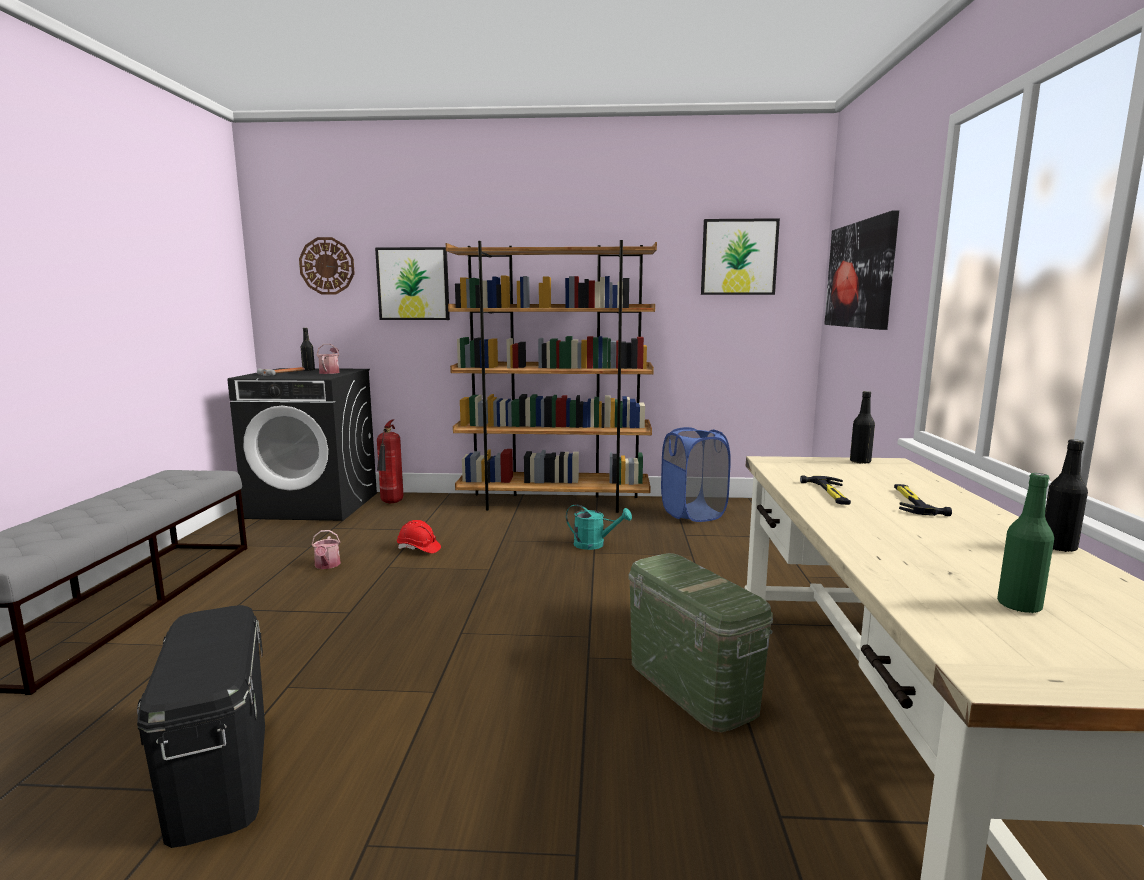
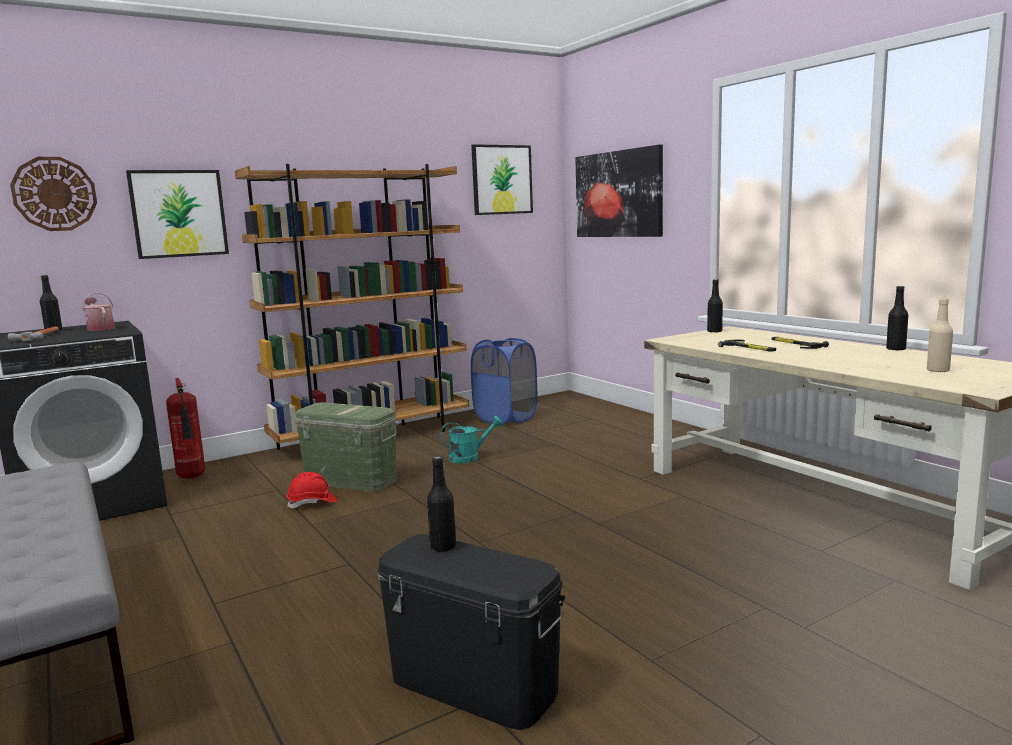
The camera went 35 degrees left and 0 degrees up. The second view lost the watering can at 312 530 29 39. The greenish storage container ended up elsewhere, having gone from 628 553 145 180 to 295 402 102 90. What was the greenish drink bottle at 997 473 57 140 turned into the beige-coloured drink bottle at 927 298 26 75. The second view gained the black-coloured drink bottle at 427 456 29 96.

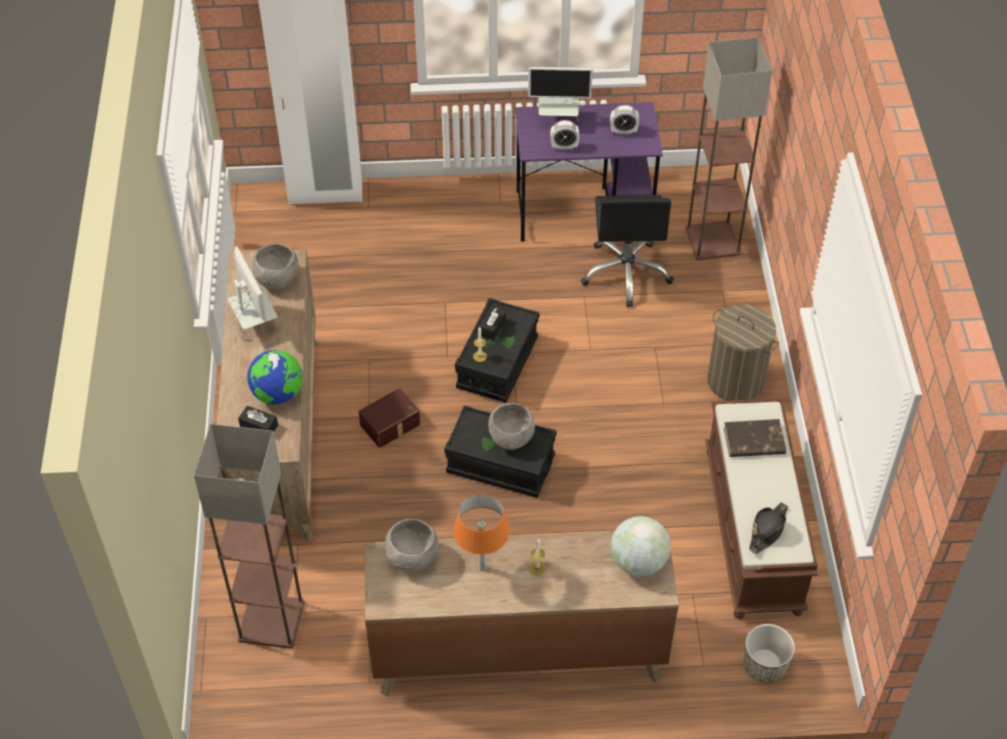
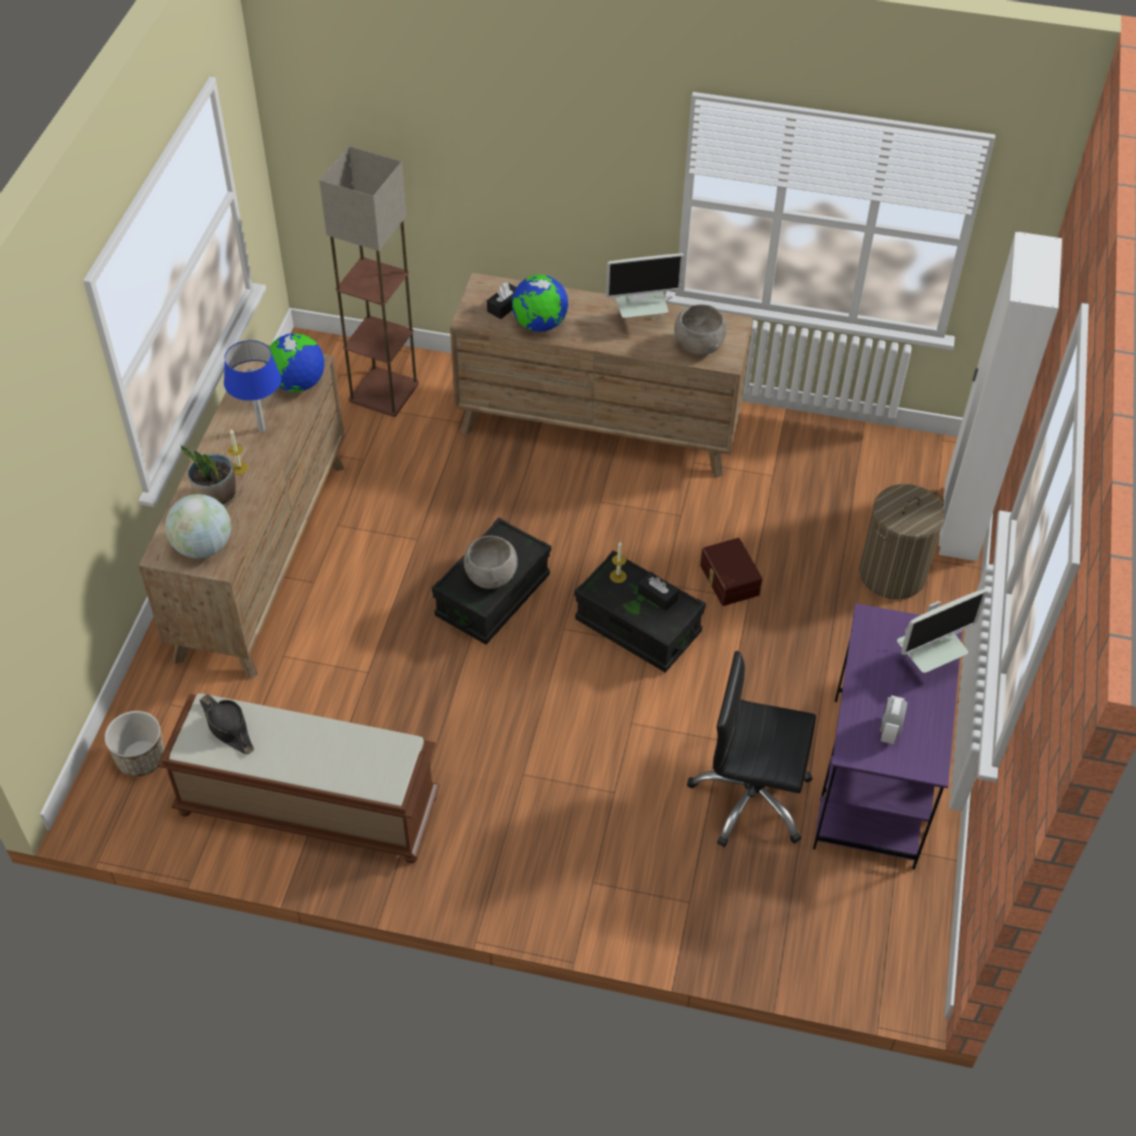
The camera went 105 degrees right and 0 degrees up. The brown storage container ended up elsewhere, having gone from 359 388 61 60 to 700 538 62 68. Where the gray bowl stood at 385 519 54 53, the desk globe came to stand at 265 333 59 60. What was the orange-coloured lamp for a table at 453 493 57 78 turned into the blue lamp for a table at 224 340 57 92. The monitor at 528 67 65 54 ended up facing another way, 135 degrees counterclockwise from before. The second view lost the table clock at 550 120 29 30. The second view lost the floor lamp at 686 37 87 223. The washing basket ended up elsewhere, having gone from 707 304 72 97 to 859 484 86 115. The second view lost the brown volume at 723 419 63 38. The second view gained the potted plant at 181 445 55 61.

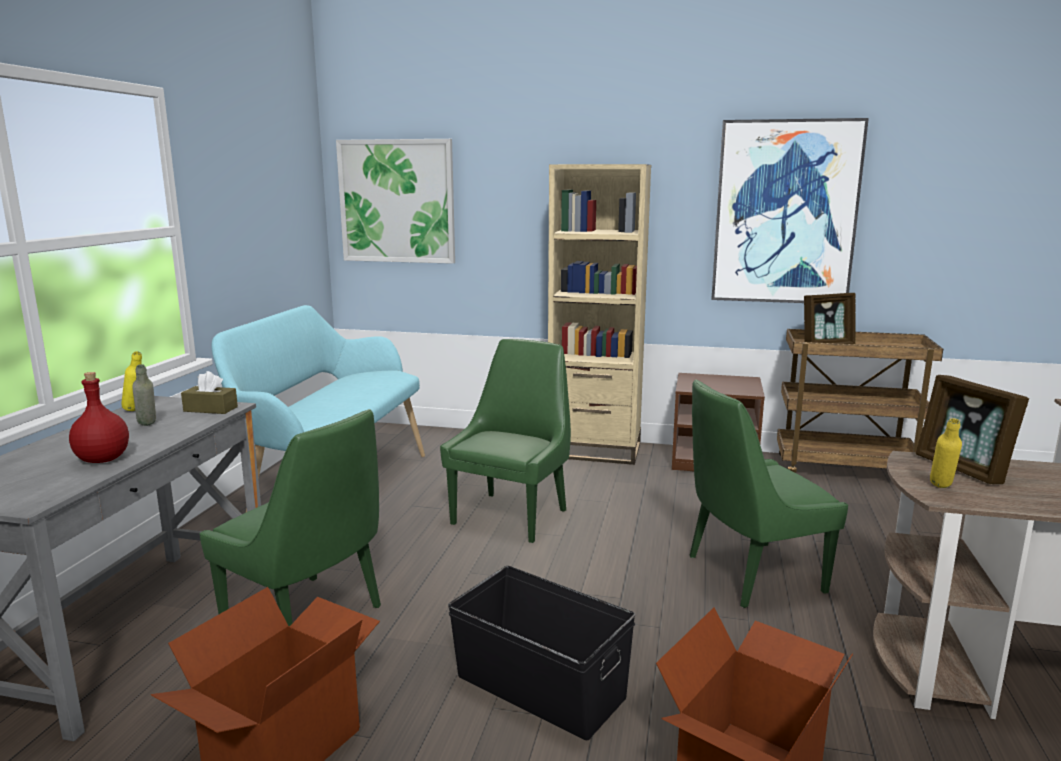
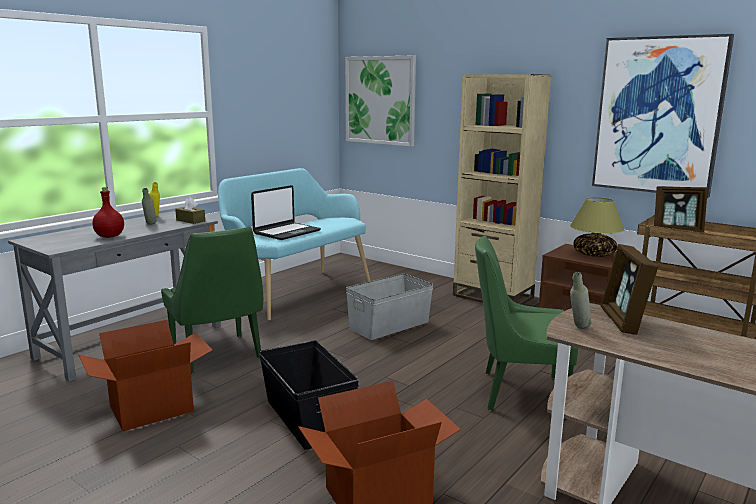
The camera went 25 degrees right and 0 degrees up. Where the greenish upright chair stood at 440 339 131 204, the gray storage container came to stand at 346 273 87 67. What was the yellow drink bottle at 930 418 32 70 turned into the gray drink bottle at 570 272 21 57. The second view gained the notebook computer at 251 185 70 55. The second view gained the lamp for a table at 570 197 55 60.

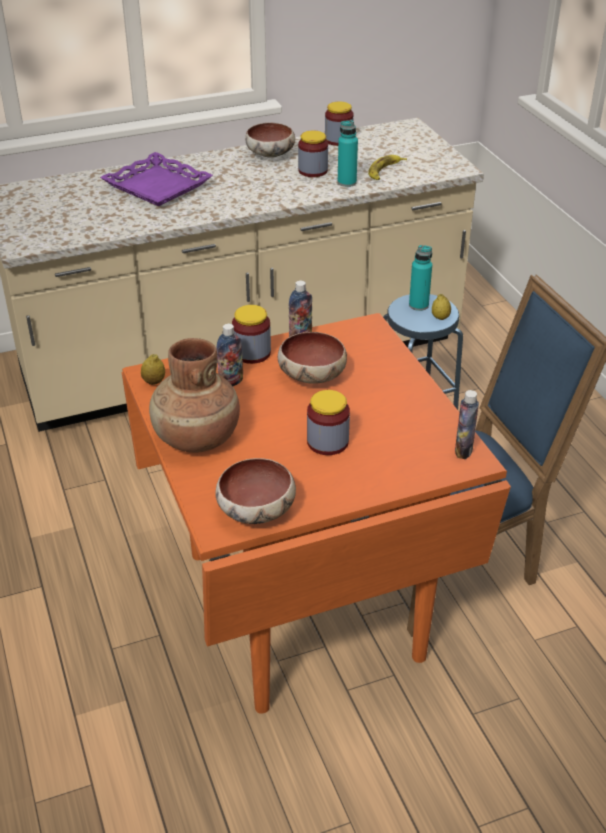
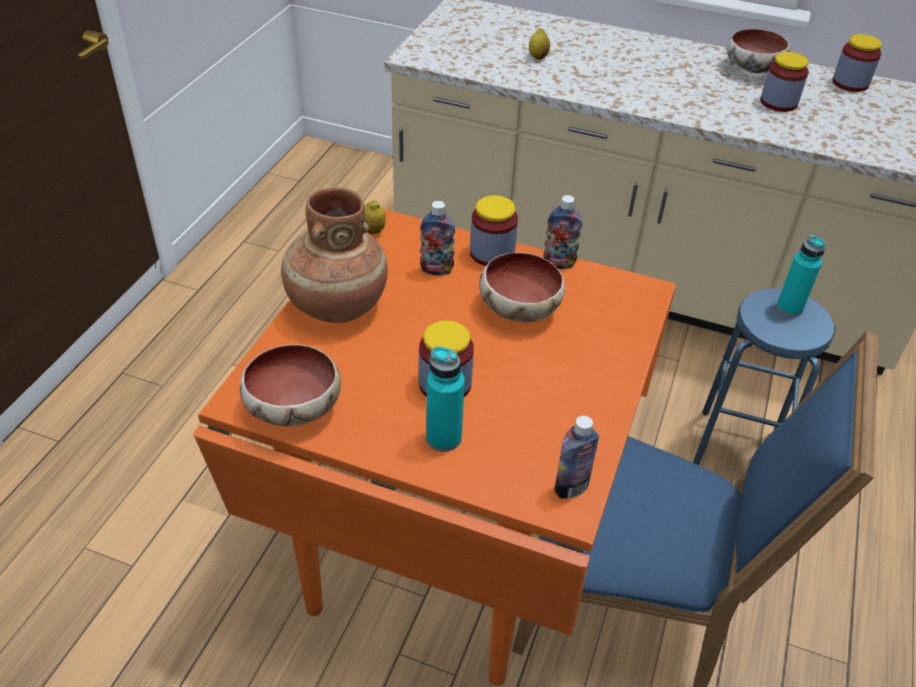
The camera went 40 degrees right and 5 degrees up. The second view lost the purple serving tray at 100 152 113 54. The turquoise drink bottle ended up elsewhere, having gone from 338 120 20 67 to 426 346 39 106. The second view lost the banana fruit at 368 155 39 25. The whole lemon ended up elsewhere, having gone from 432 294 19 26 to 529 28 21 32.

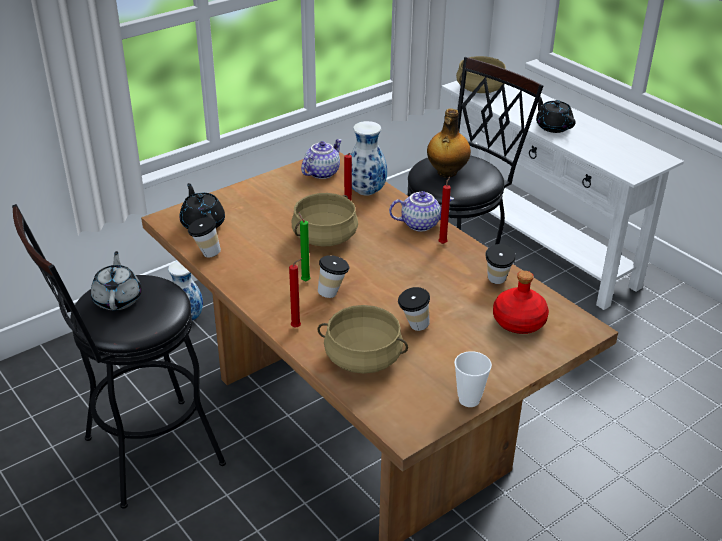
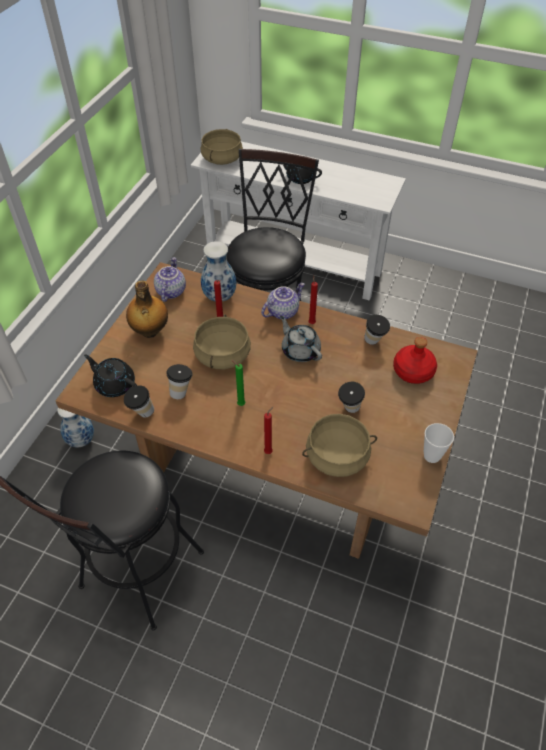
The camera went 30 degrees left and 15 degrees up. The gray pot for tea ended up elsewhere, having gone from 91 251 51 59 to 280 316 42 46. The small cup ended up elsewhere, having gone from 318 255 31 43 to 166 364 27 35. The drink bottle ended up elsewhere, having gone from 427 109 44 69 to 126 280 42 58.

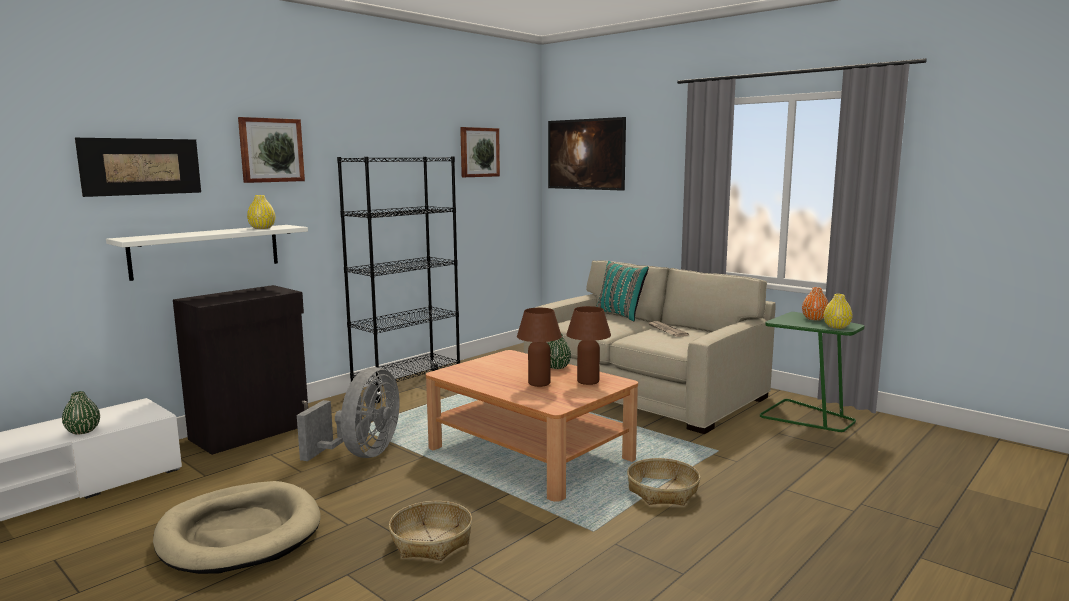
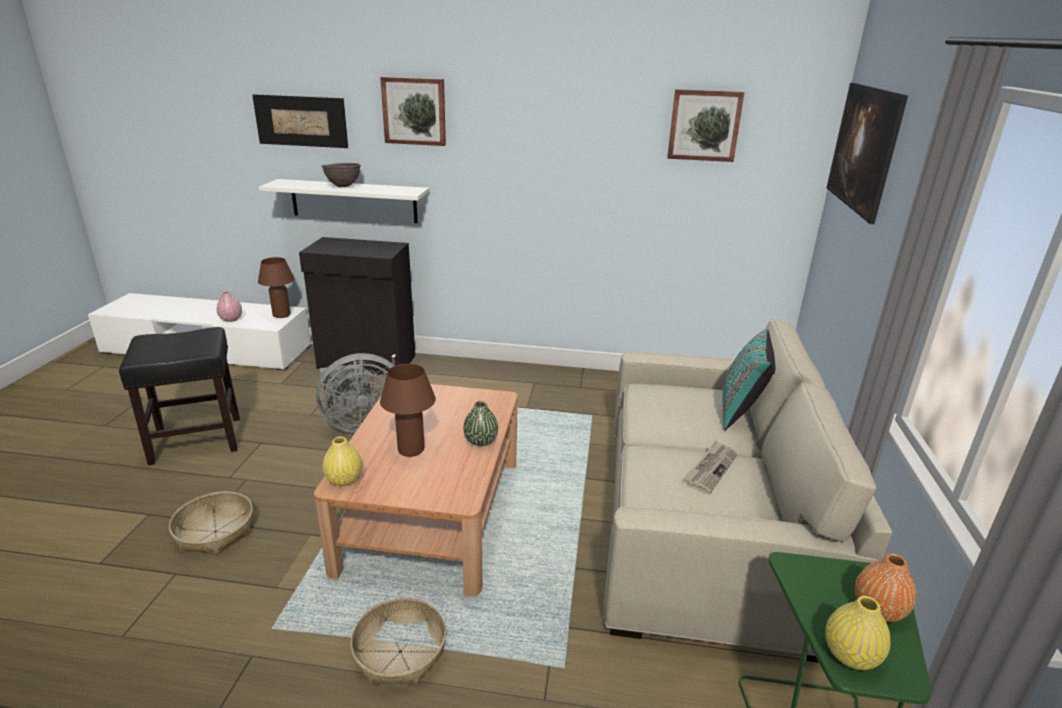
The camera went 55 degrees right and 15 degrees up. What was the greenish vase at 62 391 38 43 turned into the pinkish vase at 217 291 25 31. Where the beige-coloured dog bed stood at 153 481 168 93, the black-coloured sitting stool came to stand at 119 327 121 138. The yellow vase ended up elsewhere, having gone from 247 195 28 34 to 322 437 40 49. The second view lost the black-coloured bookshelf at 337 157 123 246. The brown lamp for a table ended up elsewhere, having gone from 566 306 45 79 to 258 257 37 61. The second view gained the brown bowl at 321 163 40 24.

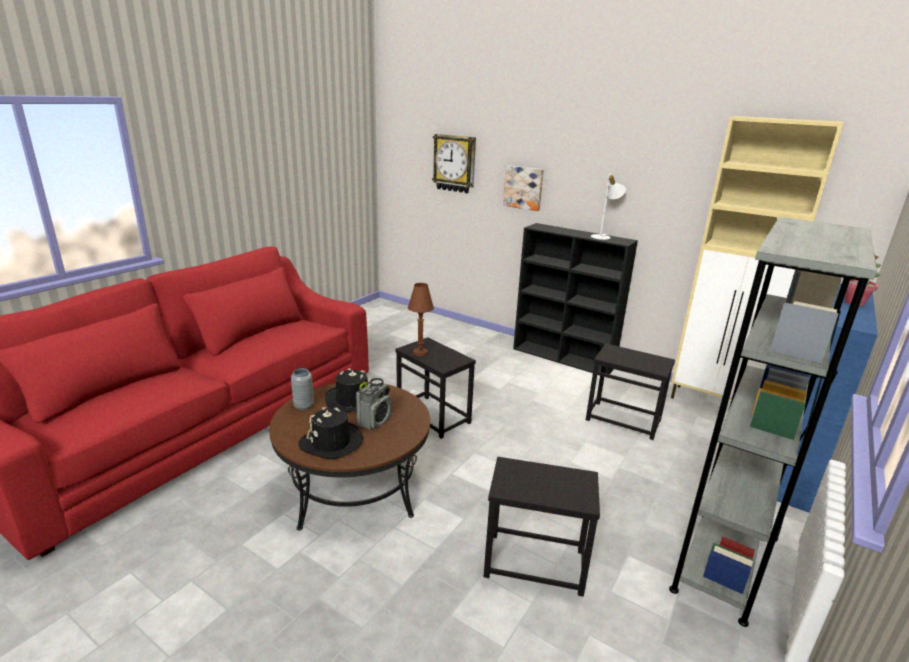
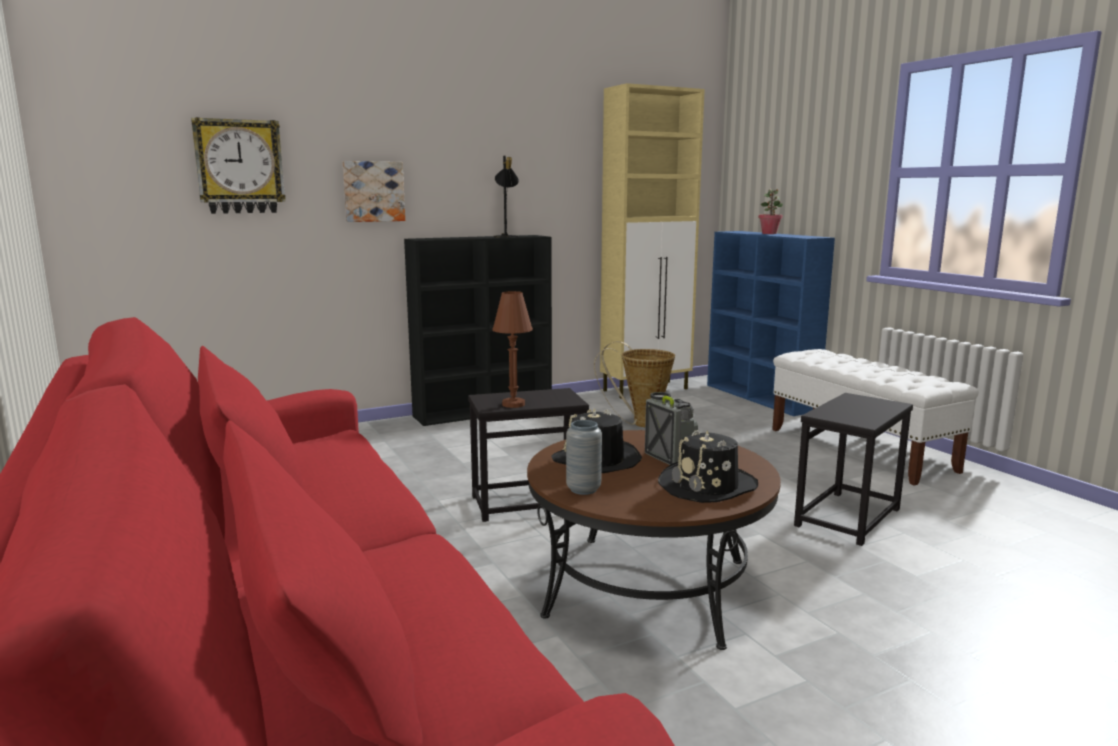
The camera went 60 degrees left and 10 degrees down. Where the black-coloured end table stood at 586 344 89 96, the storage basket came to stand at 594 341 81 86. What was the whitish lamp for a table at 591 173 35 67 turned into the black-coloured lamp for a table at 494 156 25 81. Where the gray bookshelf stood at 669 217 208 410, the whitish bench came to stand at 772 349 207 137.

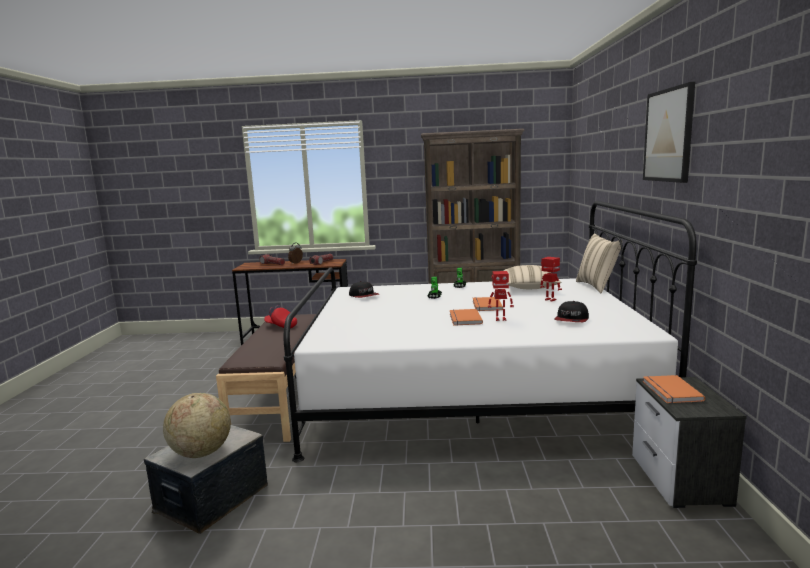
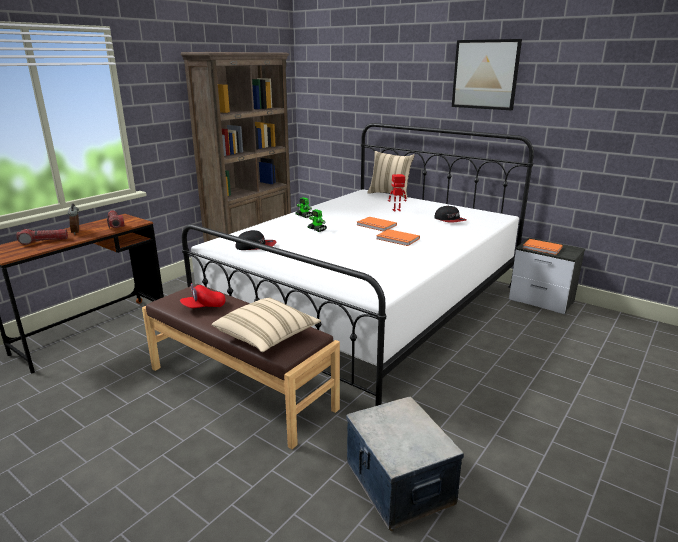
The camera went 55 degrees left and 10 degrees up. The second view lost the desk globe at 163 393 68 65. The second view lost the toy robot at 488 271 26 50. The beige-coloured pillow ended up elsewhere, having gone from 504 265 57 24 to 212 298 109 54.

